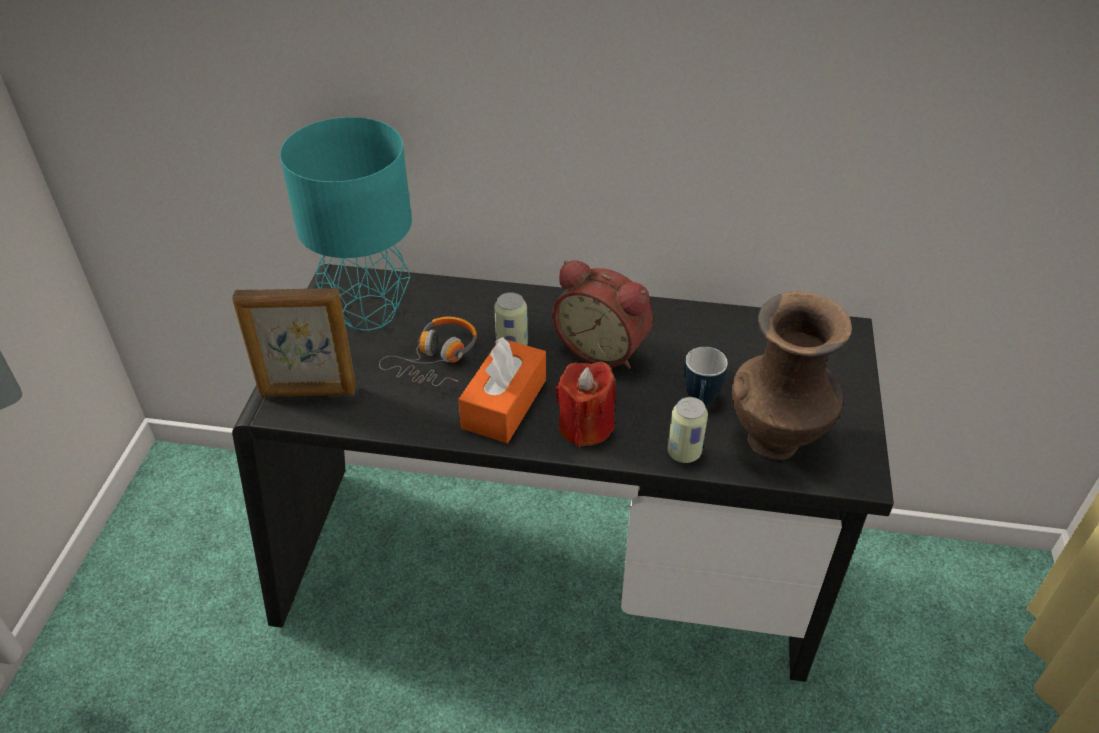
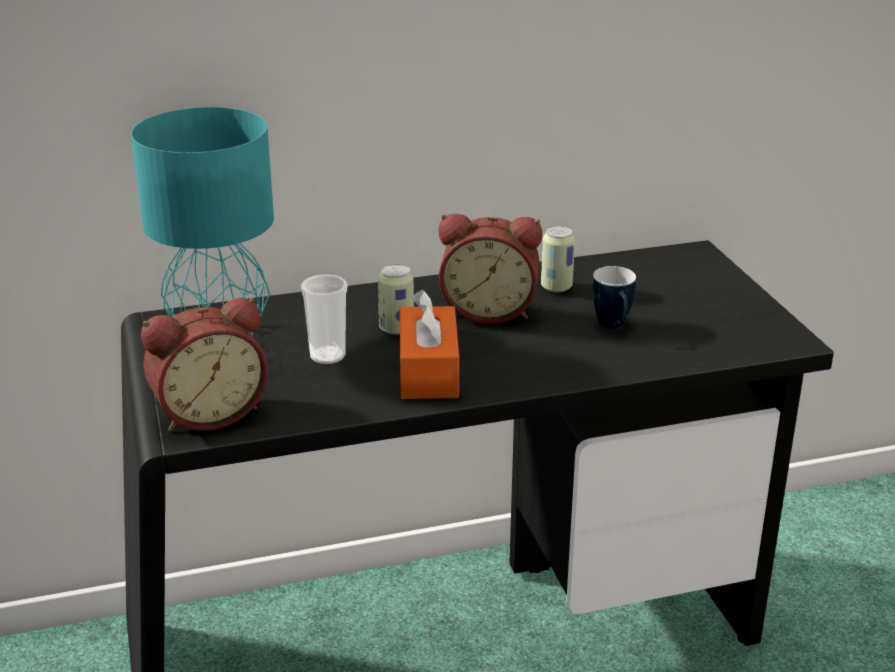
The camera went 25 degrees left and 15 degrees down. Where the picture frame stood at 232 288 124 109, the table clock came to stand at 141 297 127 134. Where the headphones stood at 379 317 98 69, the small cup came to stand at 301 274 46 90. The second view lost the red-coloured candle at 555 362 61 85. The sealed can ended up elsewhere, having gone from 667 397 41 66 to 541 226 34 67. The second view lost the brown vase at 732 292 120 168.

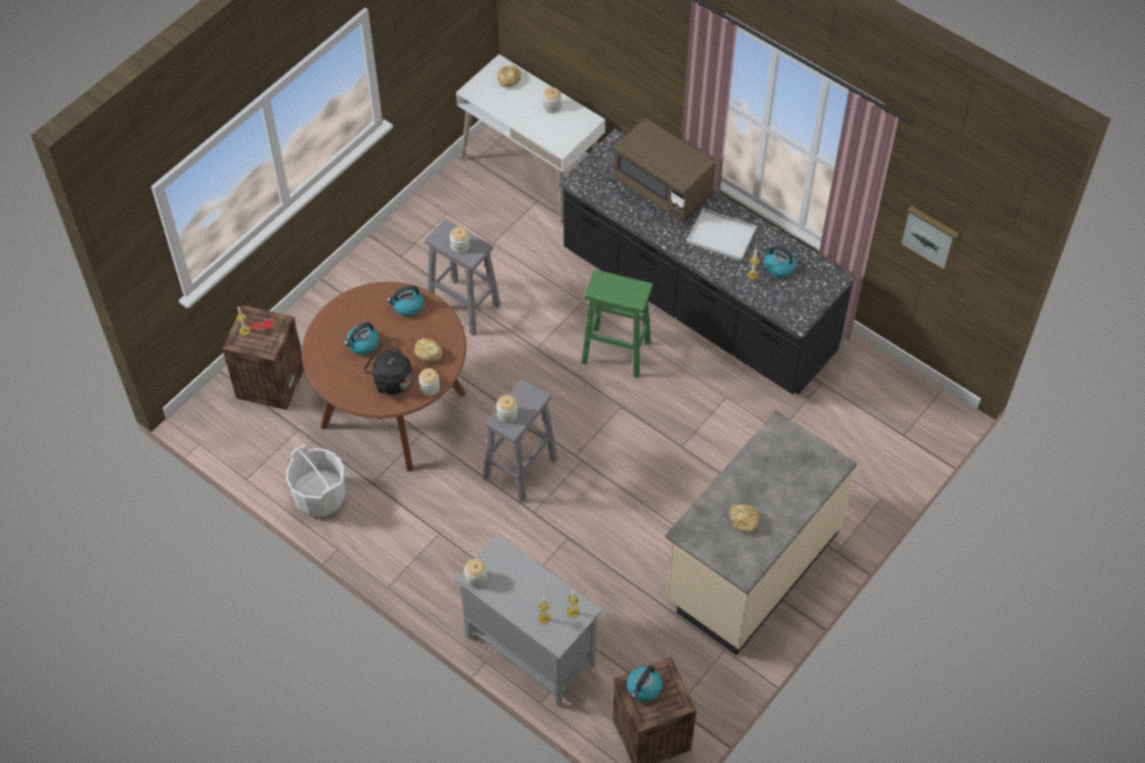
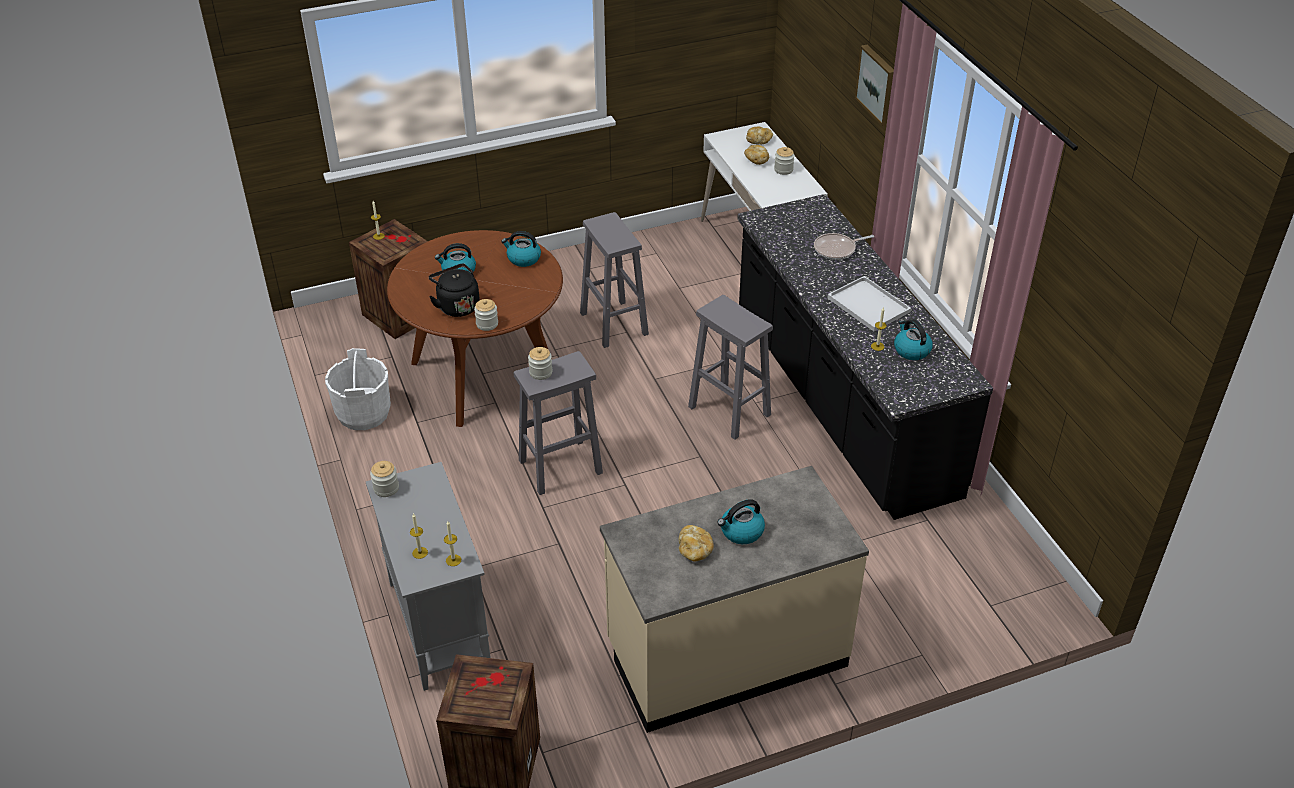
The camera went 30 degrees right and 15 degrees down. The baked bread ended up elsewhere, having gone from 414 338 29 24 to 744 145 25 20. The second view lost the storage jar at 450 227 20 27. What was the greenish sitting stool at 582 269 71 109 turned into the gray sitting stool at 688 295 85 145. Where the brown kitchen microwave stood at 612 118 104 103, the pan came to stand at 814 233 60 27. The kettle ended up elsewhere, having gone from 627 666 36 36 to 717 499 48 45. The wall art ended up elsewhere, having gone from 899 205 60 67 to 855 45 39 81.

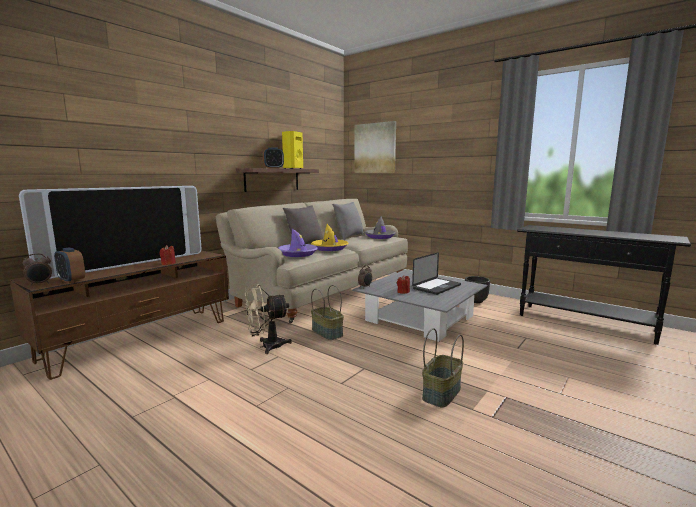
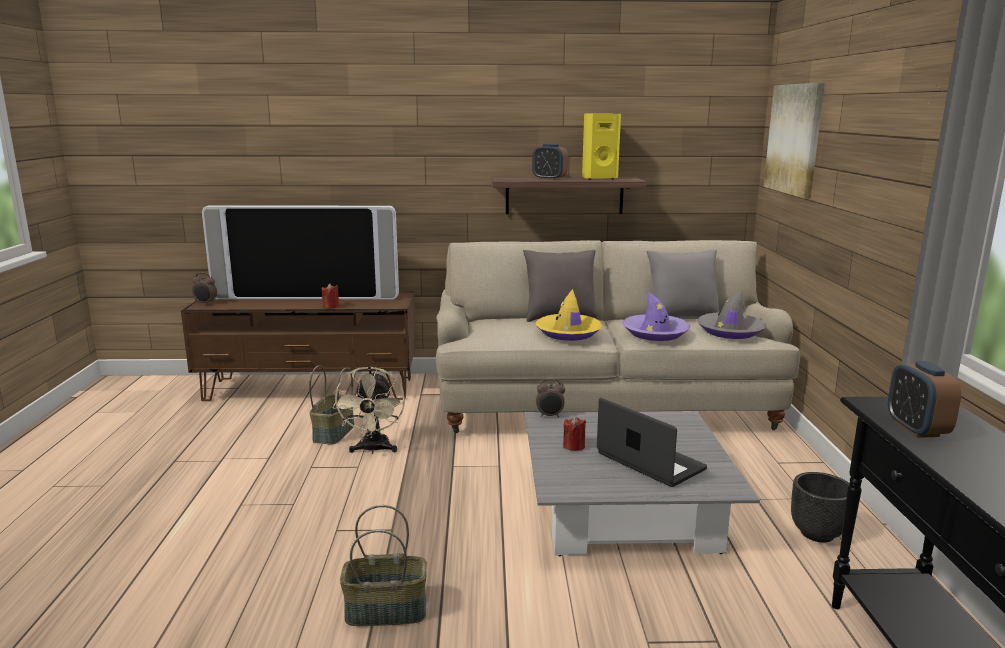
The camera went 50 degrees right and 5 degrees up. The table clock ended up elsewhere, having gone from 54 248 31 35 to 888 361 73 77. The beige-coloured fan at 245 284 47 70 ended up facing another way, 120 degrees counterclockwise from before. The purple hat ended up elsewhere, having gone from 278 229 40 28 to 622 292 68 49. The storage basket ended up elsewhere, having gone from 311 285 33 55 to 309 365 45 80. The notebook computer at 412 252 49 43 ended up facing another way, 135 degrees counterclockwise from before.

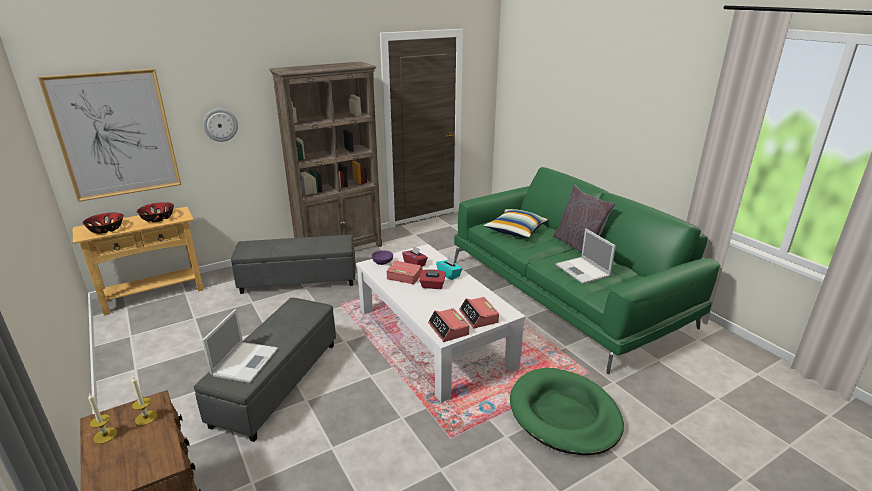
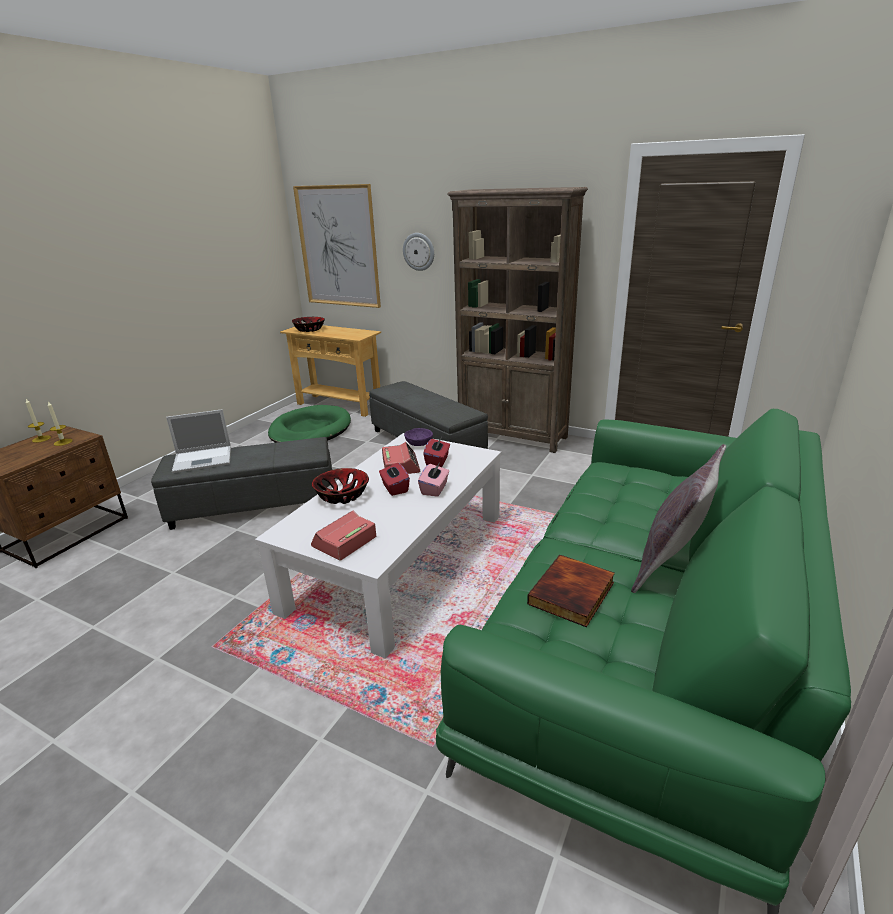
The camera went 60 degrees right and 0 degrees up. The bowl ended up elsewhere, having gone from 137 202 37 20 to 312 468 57 36. The second view lost the table clock at 428 308 41 34. What was the turquoise tissue holder at 436 256 27 24 turned into the pinkish tissue holder at 418 464 31 33. The second view lost the pillow at 484 209 65 29. The greenish dog bed ended up elsewhere, having gone from 510 368 114 87 to 268 405 83 38. Where the notebook computer stood at 556 229 60 55, the volume came to stand at 527 555 88 72.

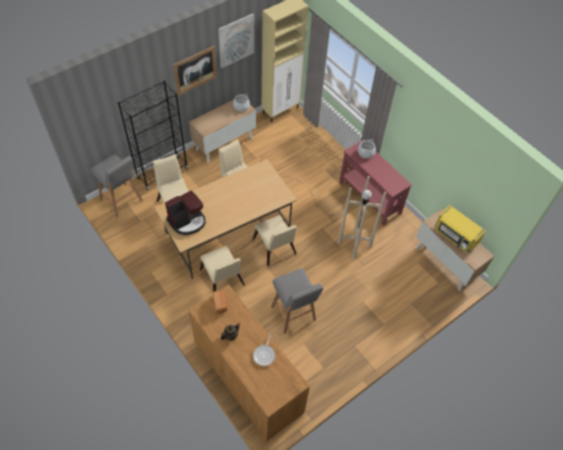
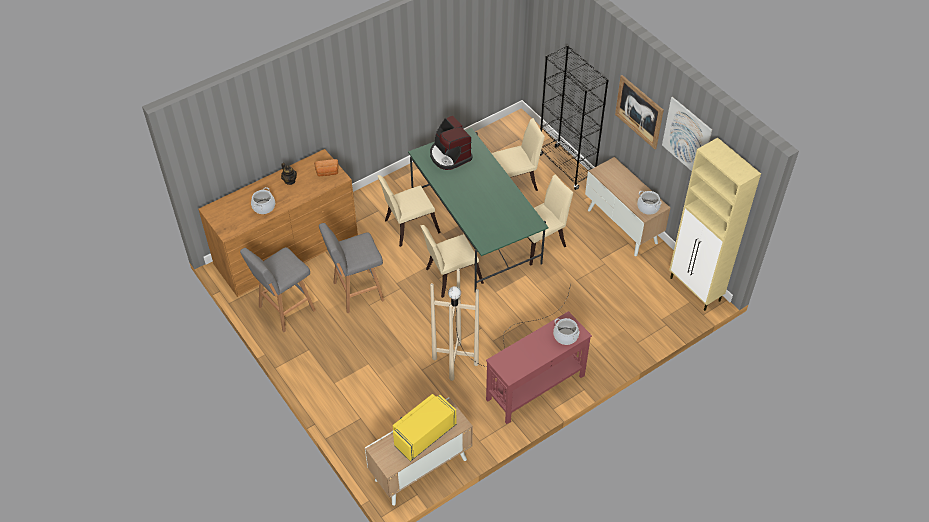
The camera went 95 degrees right and 5 degrees down. The gray sitting stool ended up elsewhere, having gone from 90 154 52 63 to 240 247 76 85. What was the beige-coloured kitchen table at 154 159 143 120 turned into the greenish kitchen table at 408 128 141 165. Where the pan stood at 253 334 22 32, the saucepot came to stand at 251 187 24 27.

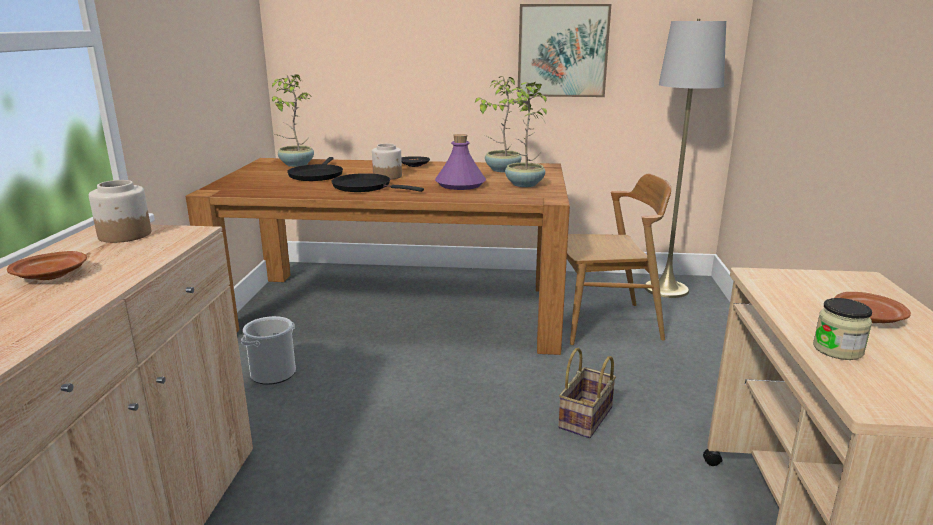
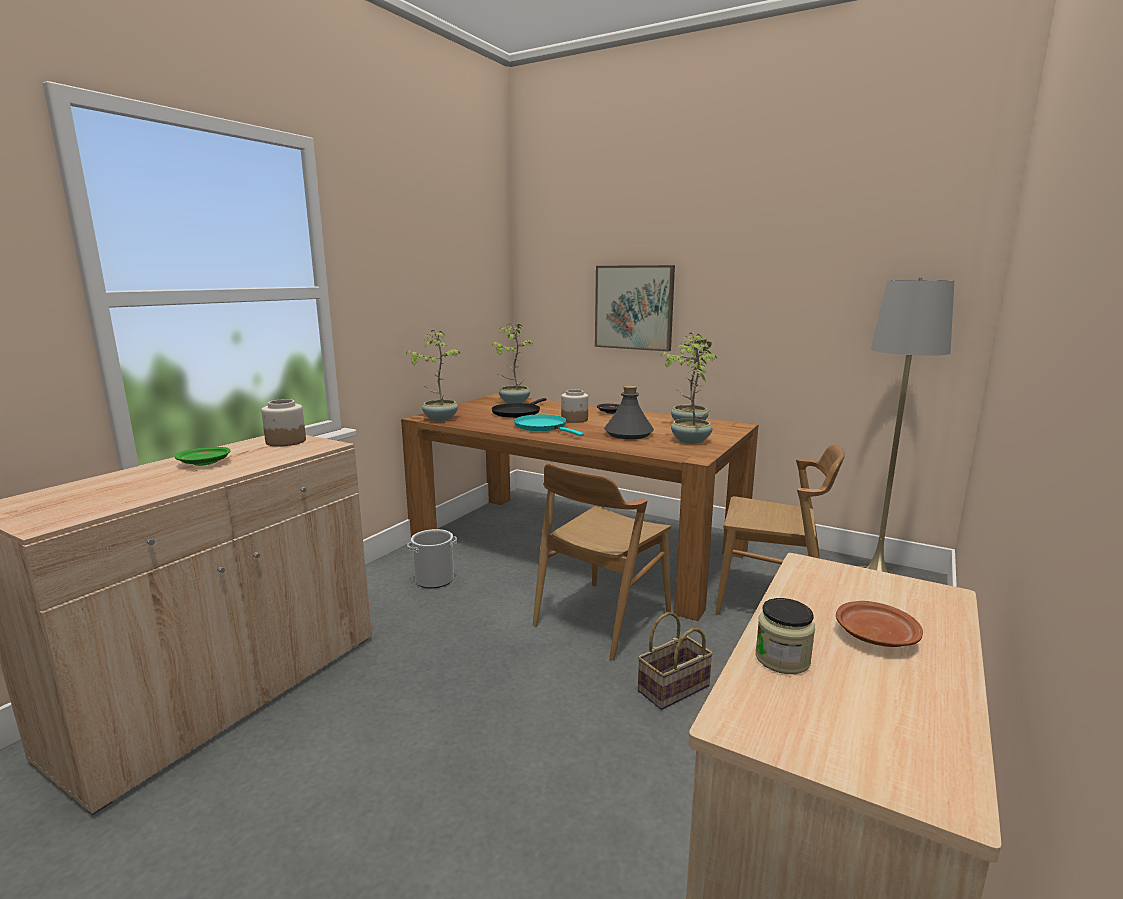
The camera went 25 degrees right and 5 degrees down. What was the brown flat dish at 7 251 80 29 turned into the greenish flat dish at 174 447 57 19. What was the black-coloured pan at 331 173 93 19 turned into the turquoise pan at 514 414 70 22. What was the purple drink bottle at 435 134 51 56 turned into the gray drink bottle at 604 385 50 54. The wall art ended up elsewhere, having gone from 518 4 93 93 to 595 265 80 87. The second view gained the potted plant at 405 330 55 91. The second view gained the brown upright chair at 533 463 138 198.

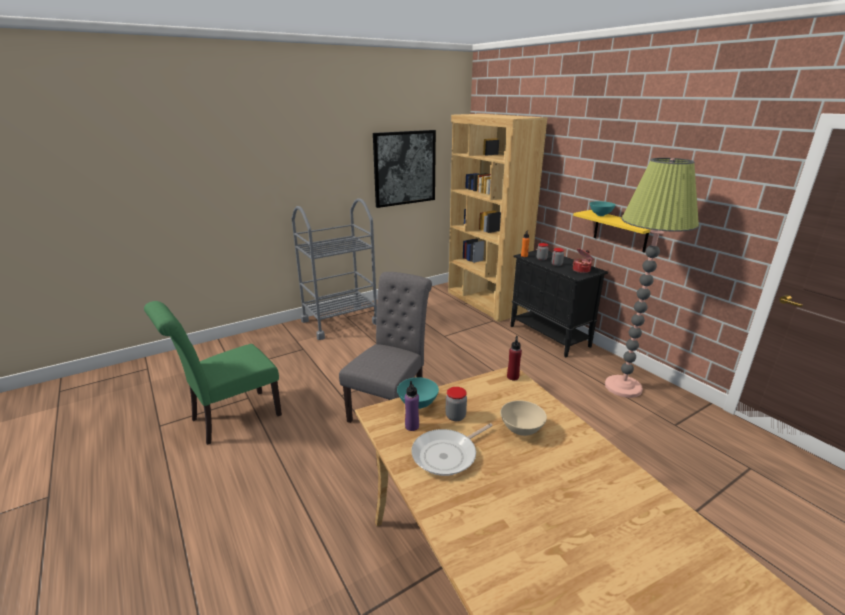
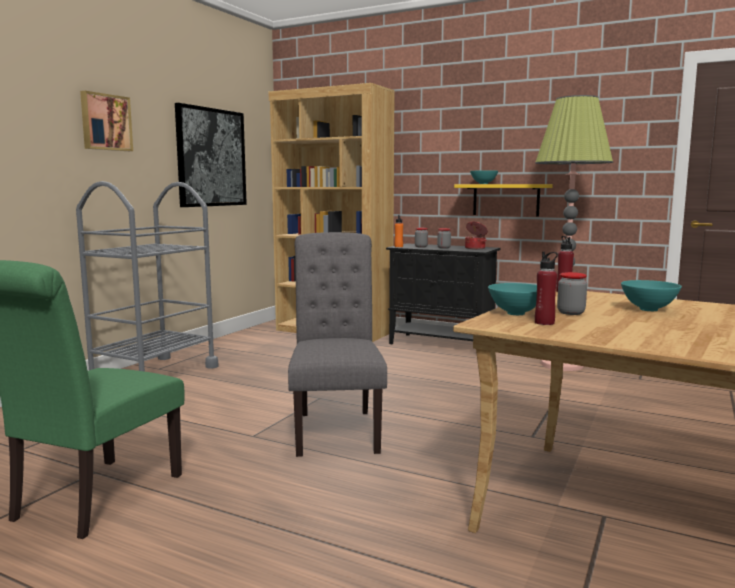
The camera went 30 degrees left and 15 degrees down. What was the purple drink bottle at 405 381 14 50 turned into the red-coloured drink bottle at 535 251 23 74. The second view lost the pan at 411 423 82 53. What was the beige-coloured bowl at 500 400 47 36 turned into the turquoise bowl at 621 280 61 31. The second view gained the wall art at 80 91 53 60.

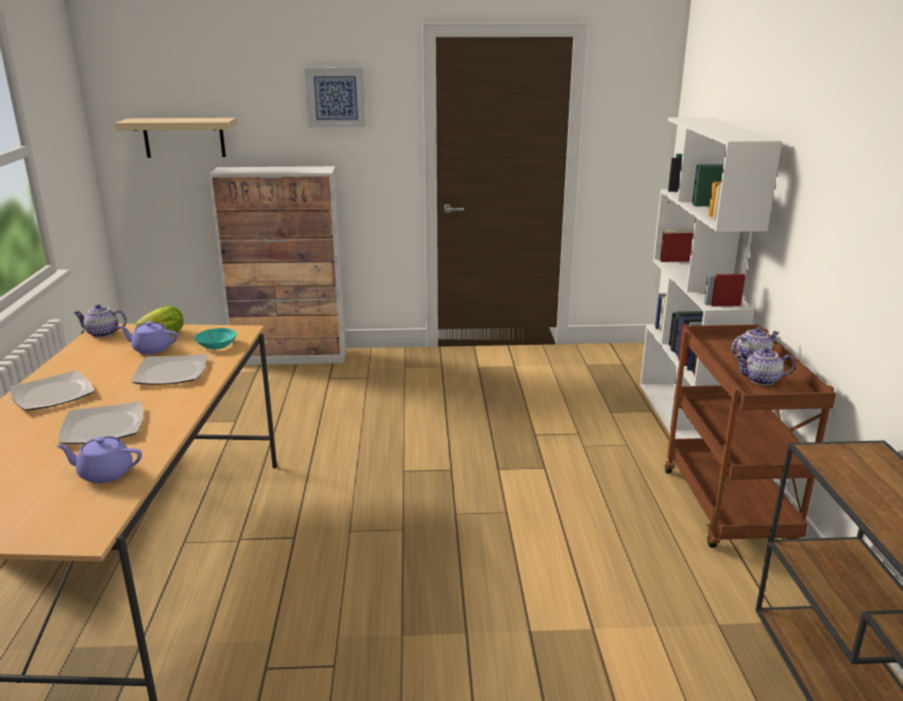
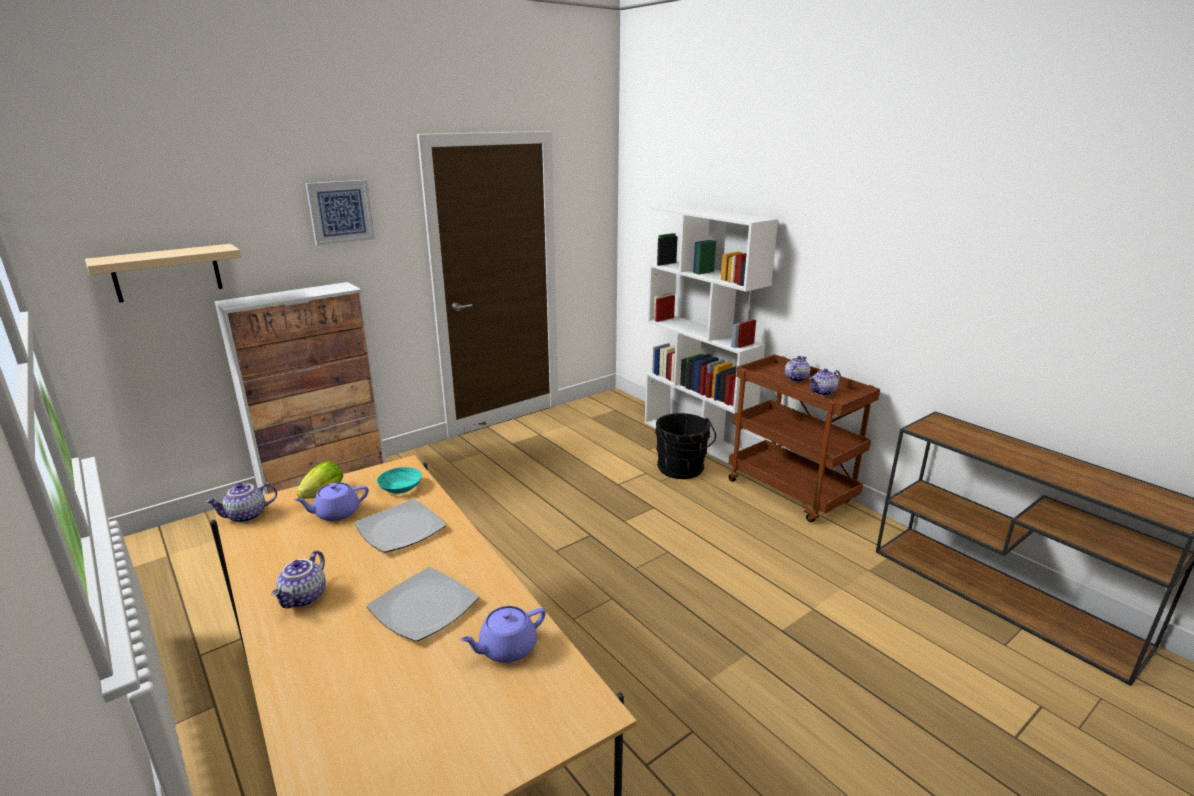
The camera went 35 degrees left and 0 degrees up. Where the flat dish stood at 10 370 85 41, the pot for tea came to stand at 272 550 54 58. The second view gained the black-coloured water bucket at 655 413 61 66.

